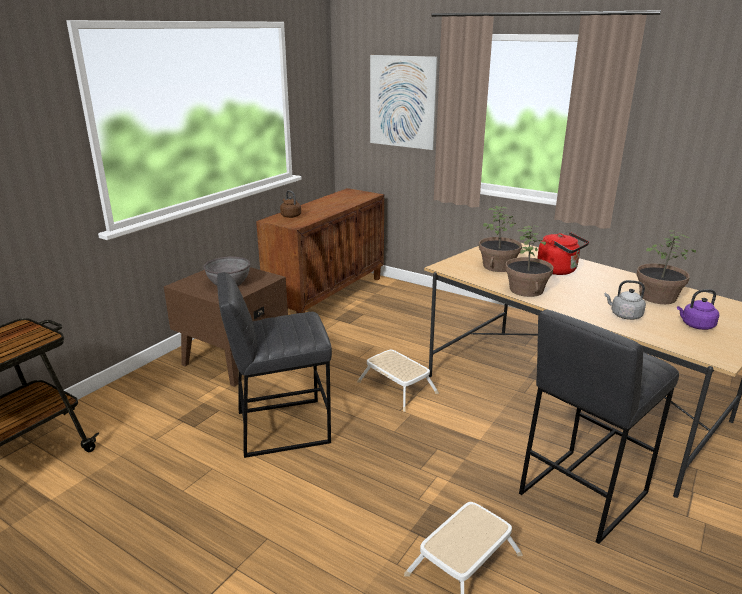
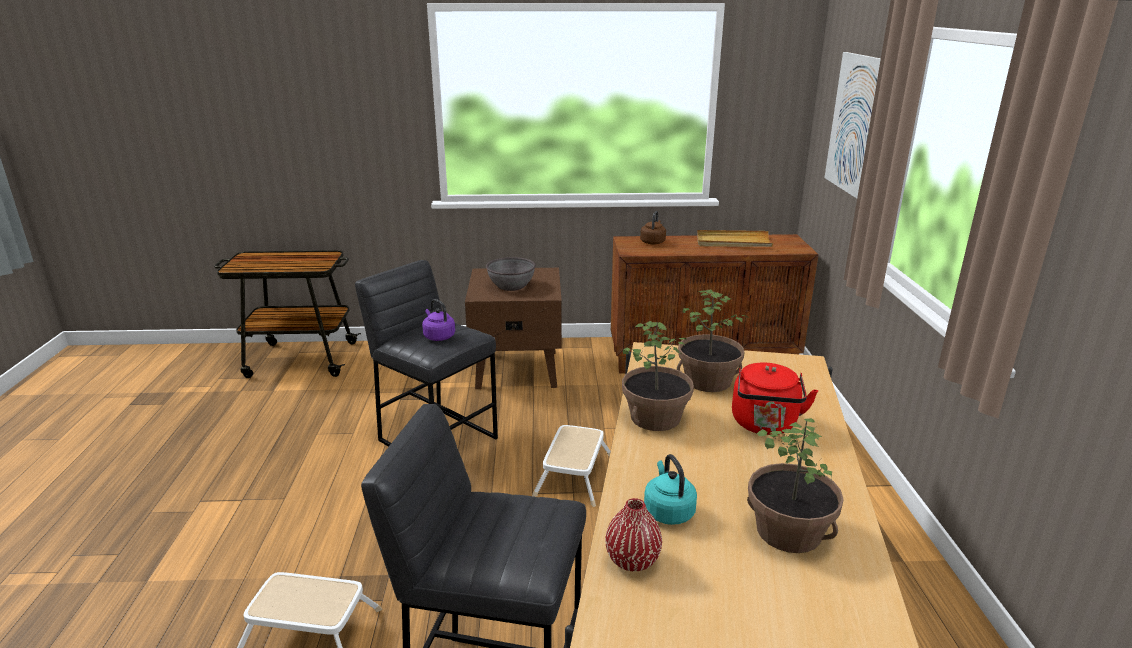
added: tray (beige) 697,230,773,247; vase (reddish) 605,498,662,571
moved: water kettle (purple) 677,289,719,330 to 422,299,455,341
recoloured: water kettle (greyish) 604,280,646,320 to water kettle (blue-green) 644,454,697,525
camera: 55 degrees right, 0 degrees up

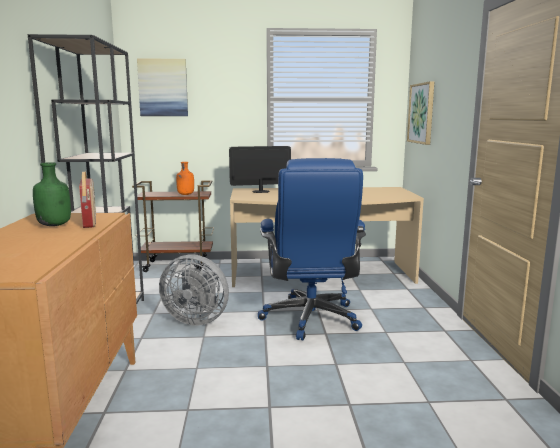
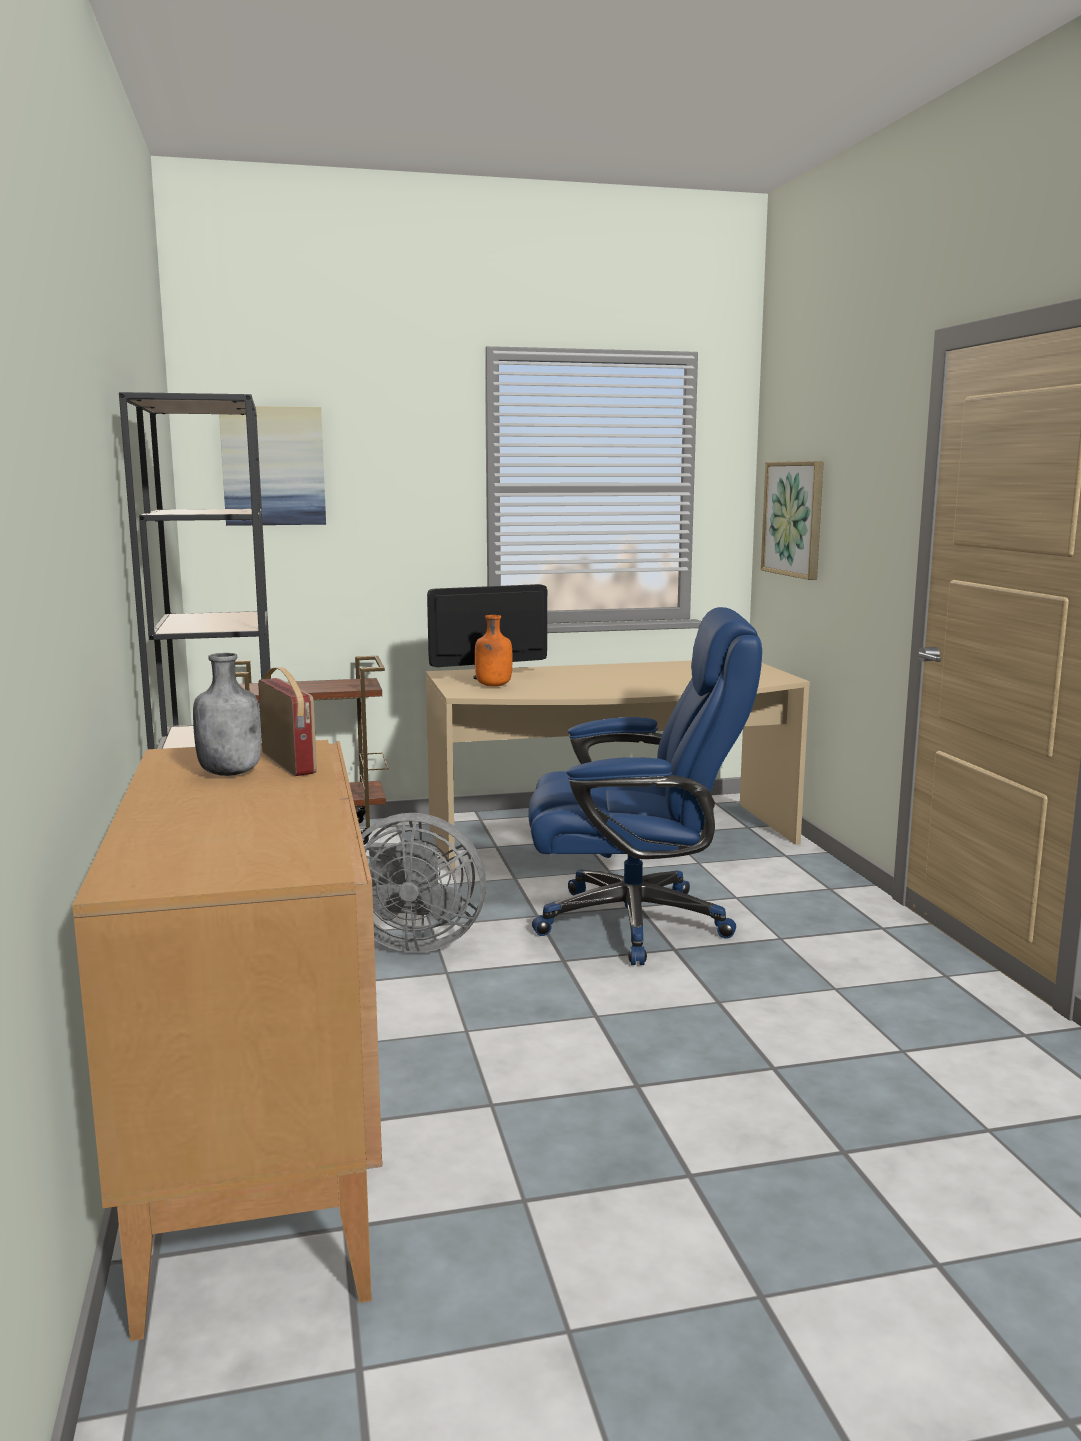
moved: drink bottle (orange-coloured) 176,162,194,195 to 475,615,513,687
recoloured: drink bottle (green) 33,162,71,226 to drink bottle (greyish) 193,653,261,776
turned: office chair (bluish) 258,158,366,340 = 528,607,762,965 75 degrees counterclockwise
camera: 10 degrees left, 0 degrees up

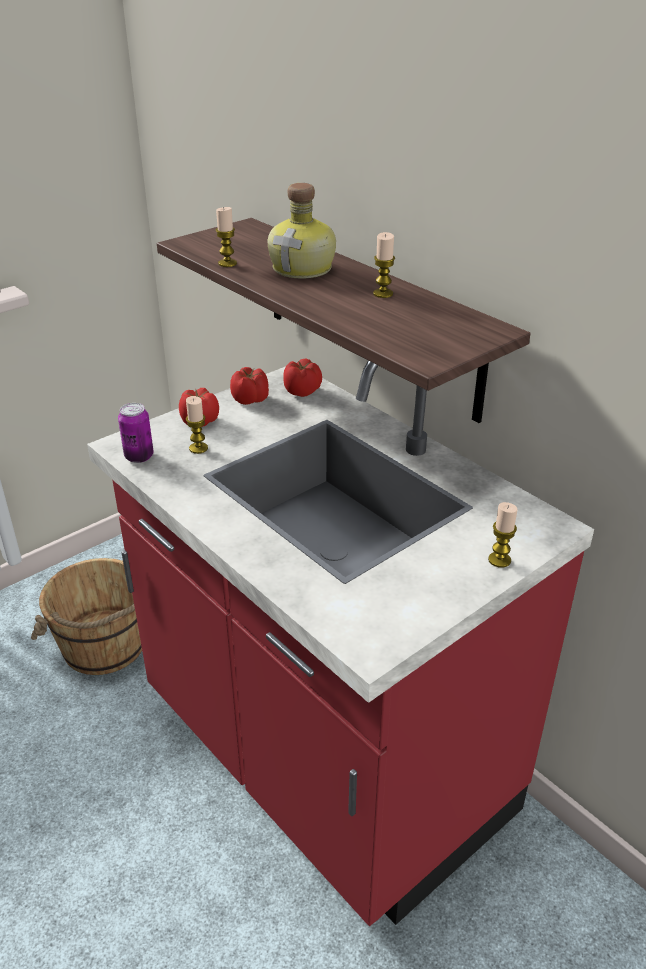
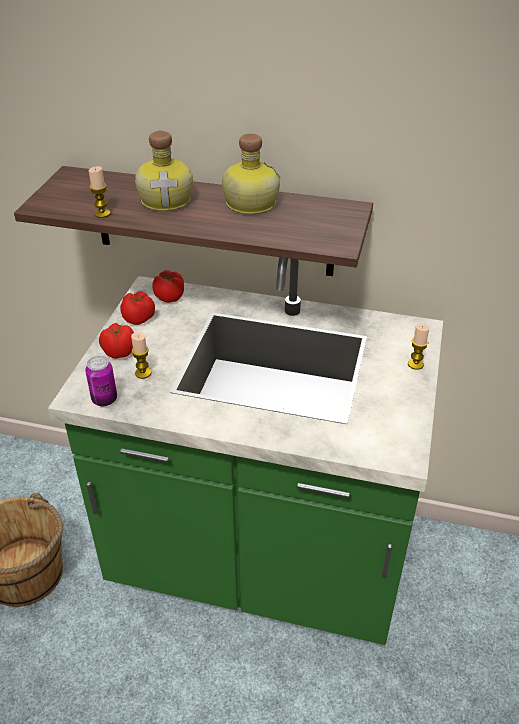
replaced: candle 373,232,395,298 to drink bottle 222,134,281,215
recoloured: kitchen base unit (reddish) 87,361,594,926 to kitchen base unit (green) 48,257,443,645
camera: 35 degrees left, 5 degrees up

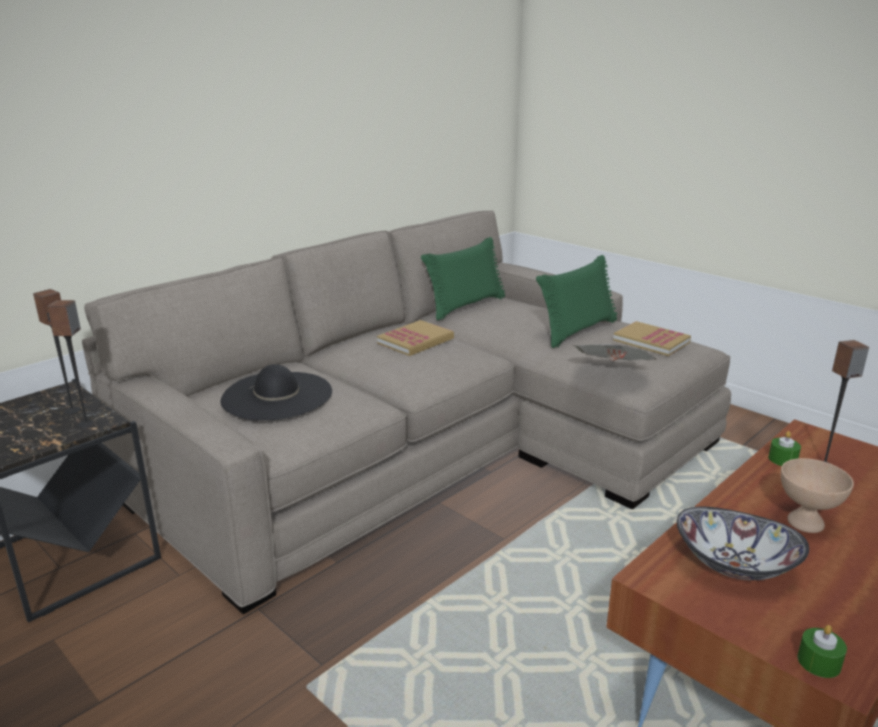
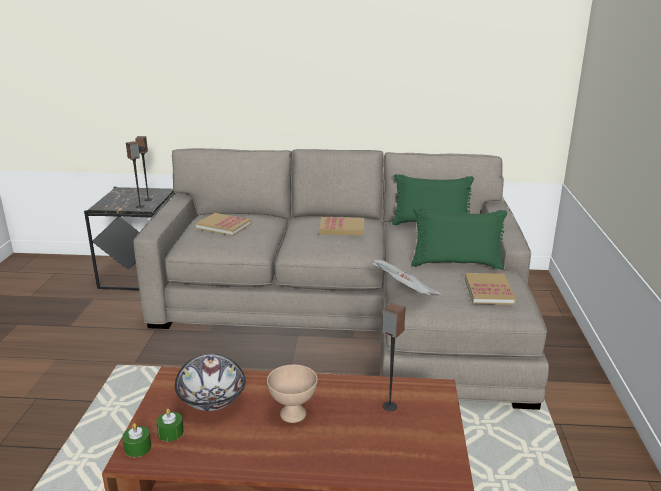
moved: candle (green) 768,431,801,466 to 156,408,184,441
replaced: hat (black-coloured) 221,364,332,421 to book 196,213,251,236
camera: 50 degrees right, 0 degrees up

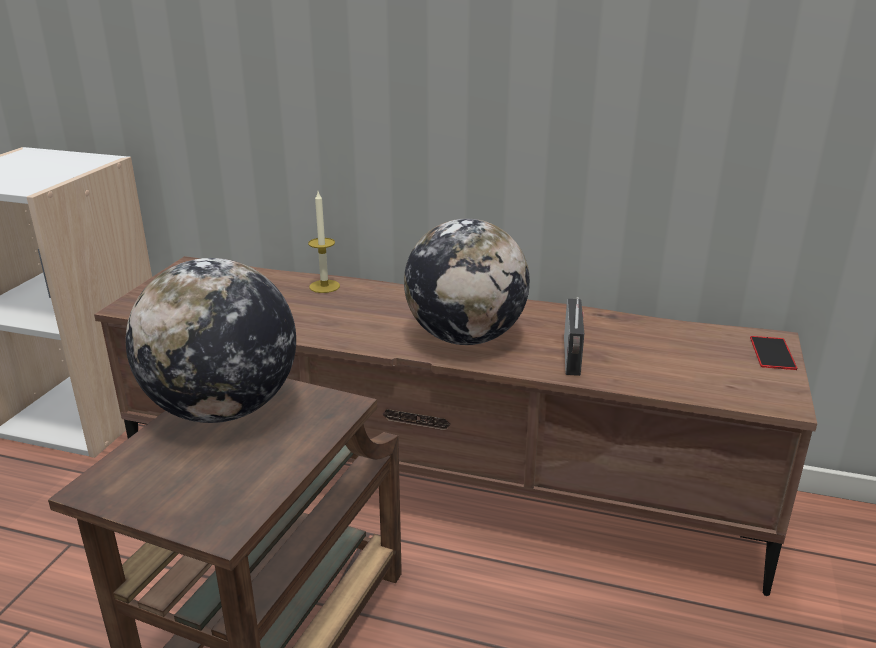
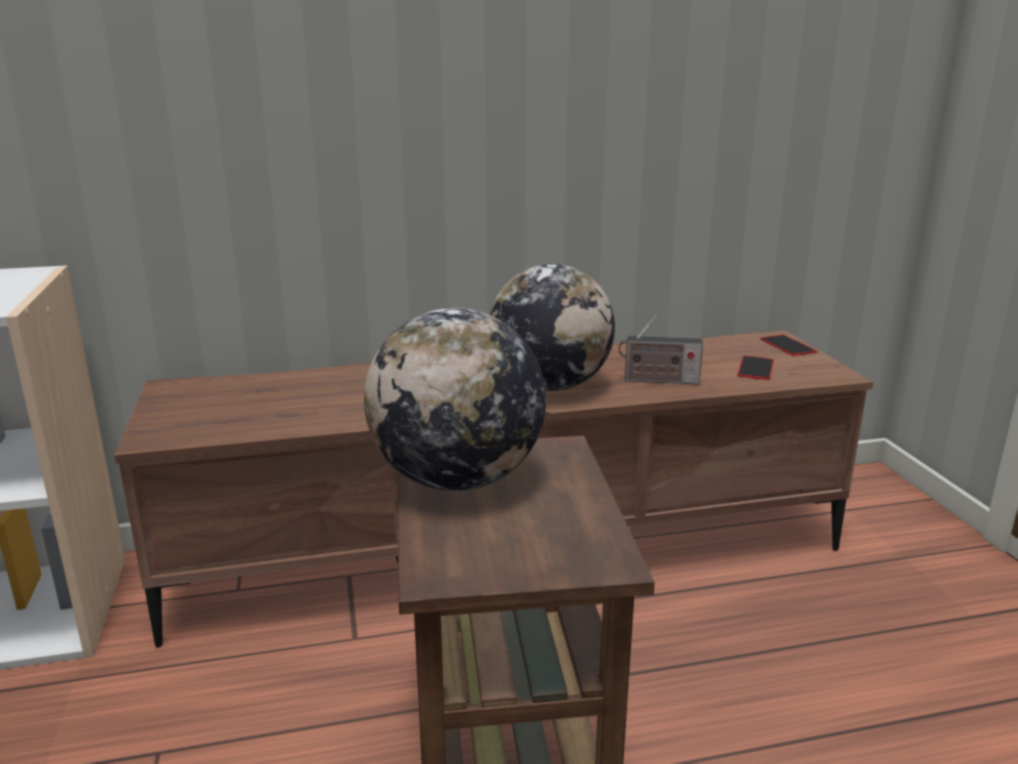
removed: candle 308,192,340,293
added: telephone 737,355,774,380
turned: radio receiver 564,297,584,376 = 619,316,703,384 120 degrees clockwise
camera: 30 degrees left, 5 degrees down

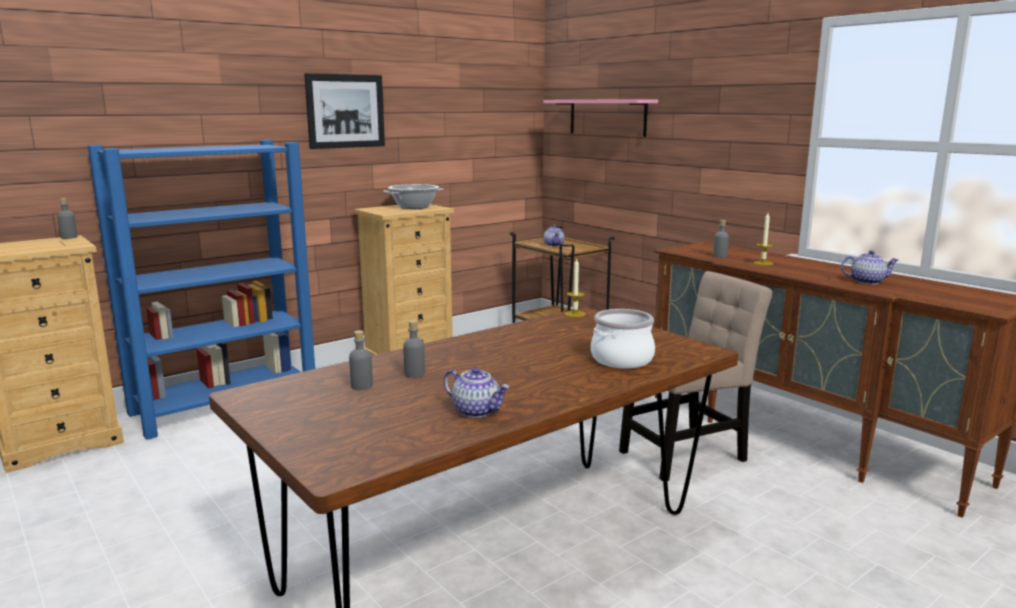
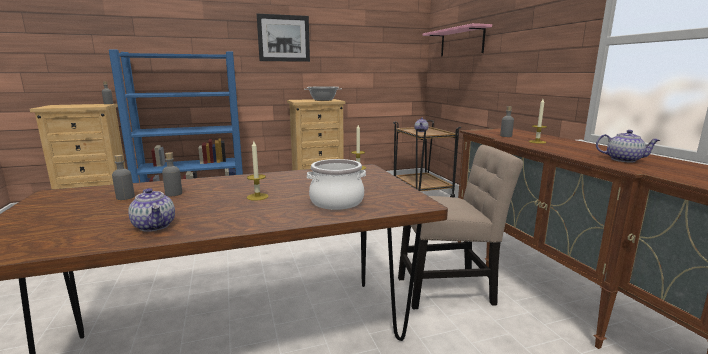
added: candle 247,141,269,201
camera: 20 degrees right, 0 degrees up

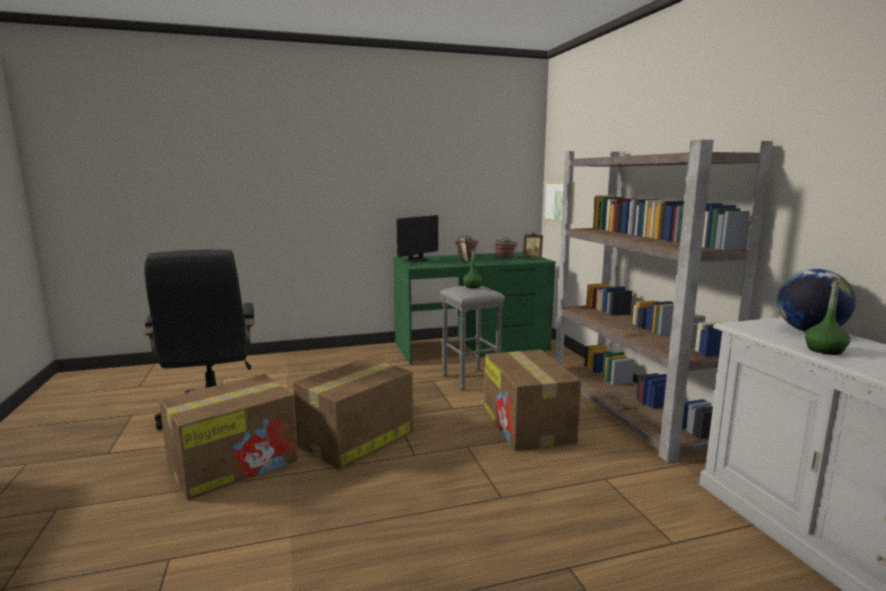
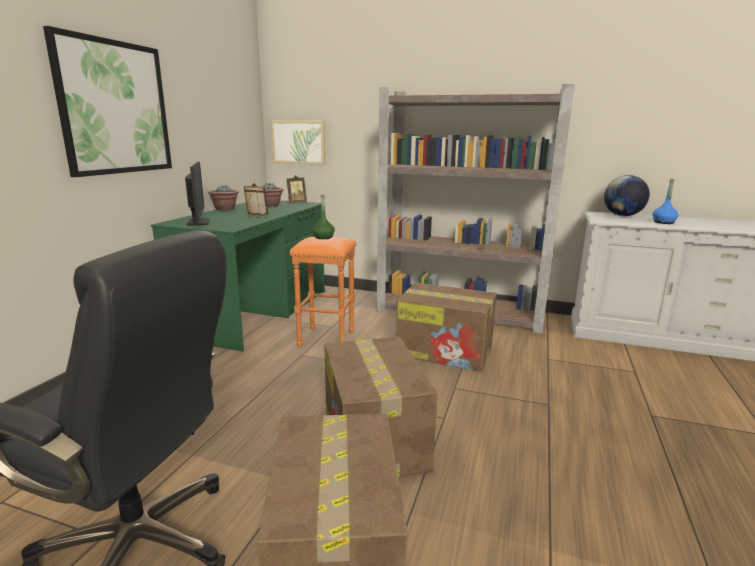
added: wall picture 43,26,172,177
recoloured: drink bottle (green) 805,281,850,355 to drink bottle (bluish) 653,179,679,224; stool seat (greyish) 440,286,505,390 to stool seat (orange-coloured) 290,237,356,347
camera: 55 degrees left, 5 degrees up

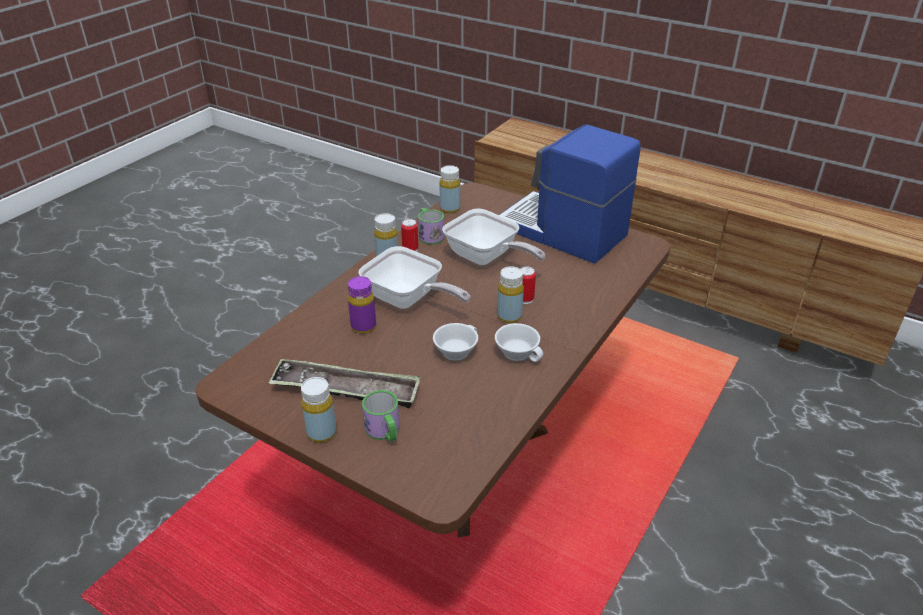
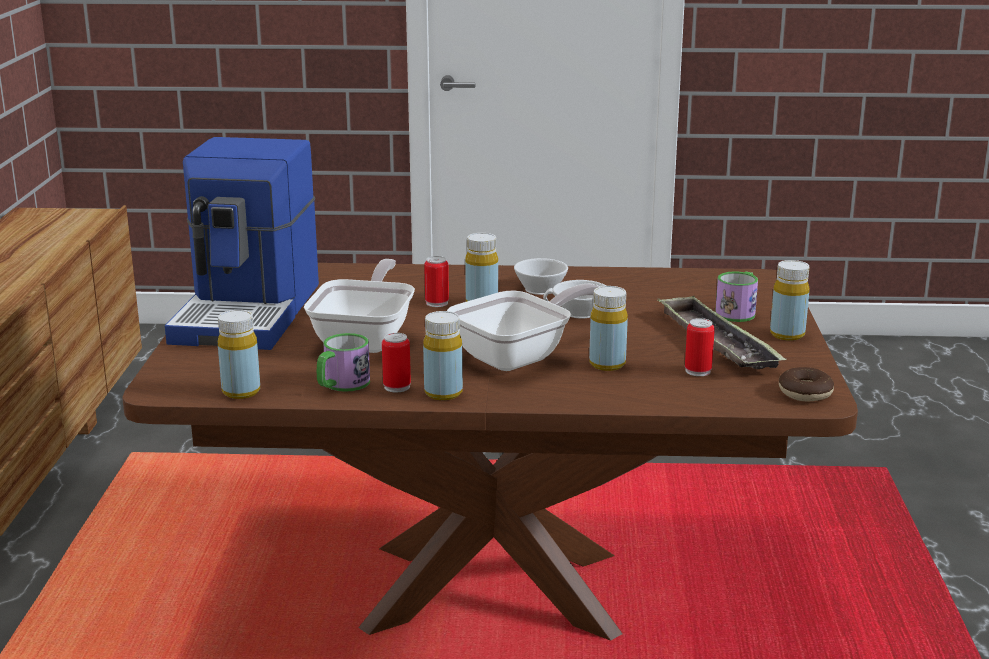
added: can 685,318,715,376; ring doughnut 779,367,834,402
recoloured: drink bottle (purple) 348,276,376,334 to drink bottle (yellow) 589,286,628,371
turned: frying pan 358,246,470,309 = 447,283,600,371 45 degrees clockwise
camera: 120 degrees left, 15 degrees down

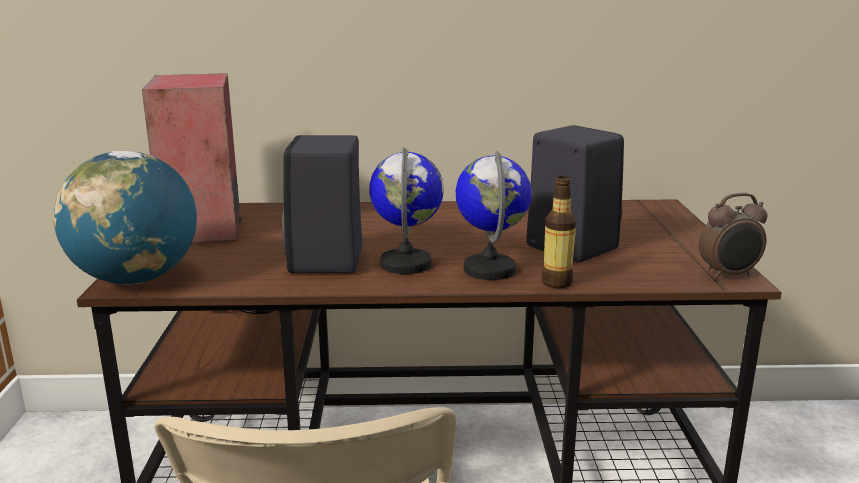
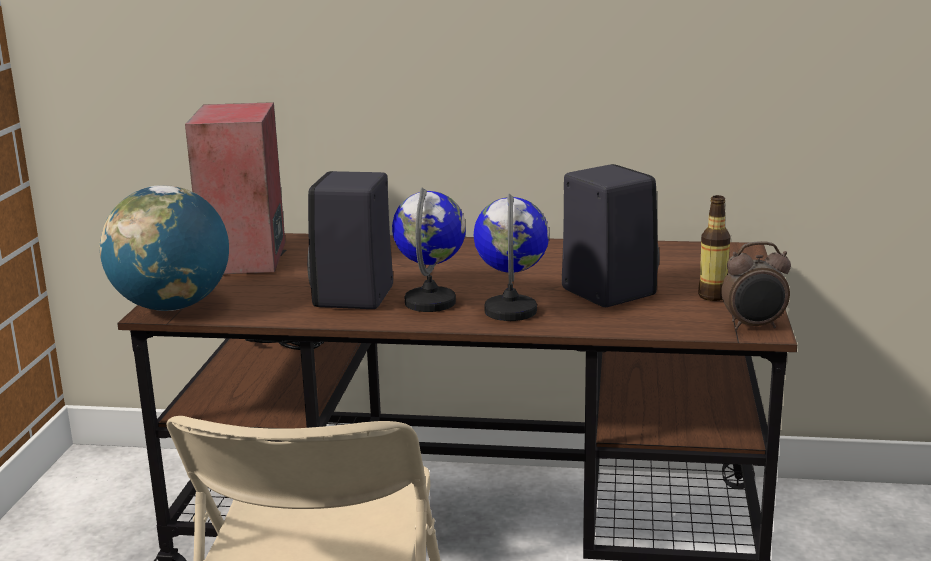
moved: drink bottle 542,176,576,288 to 698,195,731,301
camera: 10 degrees right, 0 degrees up

